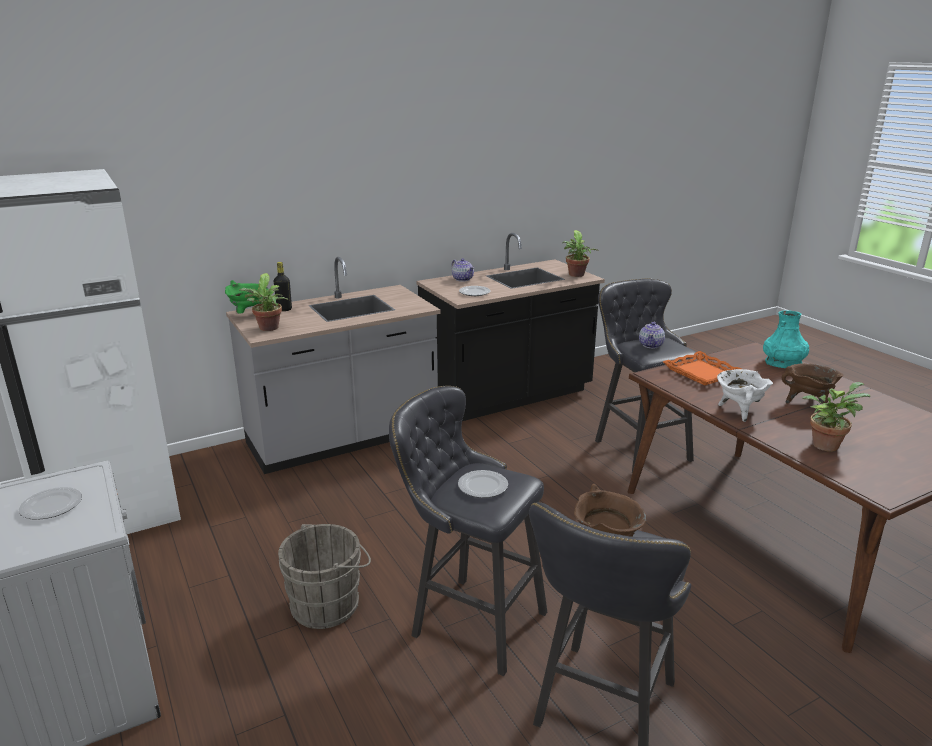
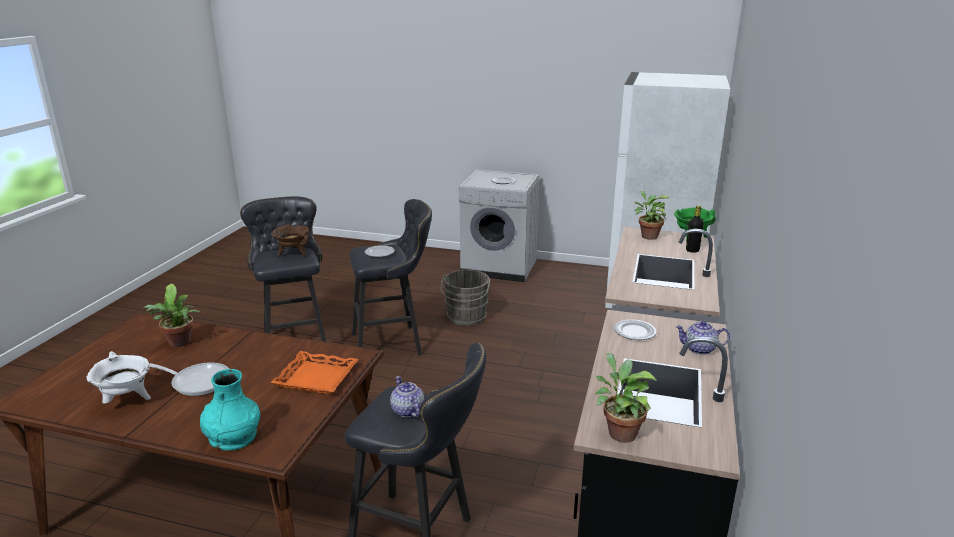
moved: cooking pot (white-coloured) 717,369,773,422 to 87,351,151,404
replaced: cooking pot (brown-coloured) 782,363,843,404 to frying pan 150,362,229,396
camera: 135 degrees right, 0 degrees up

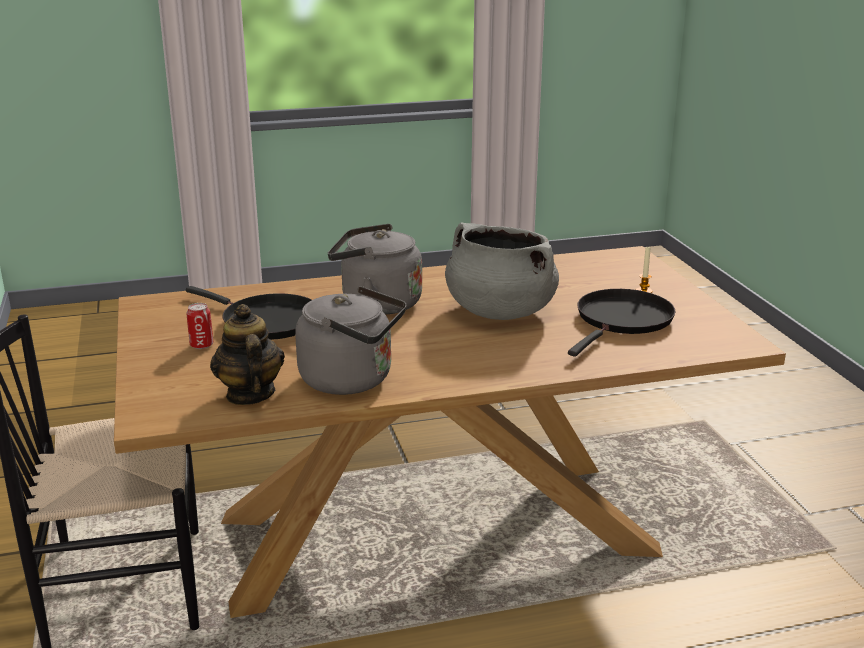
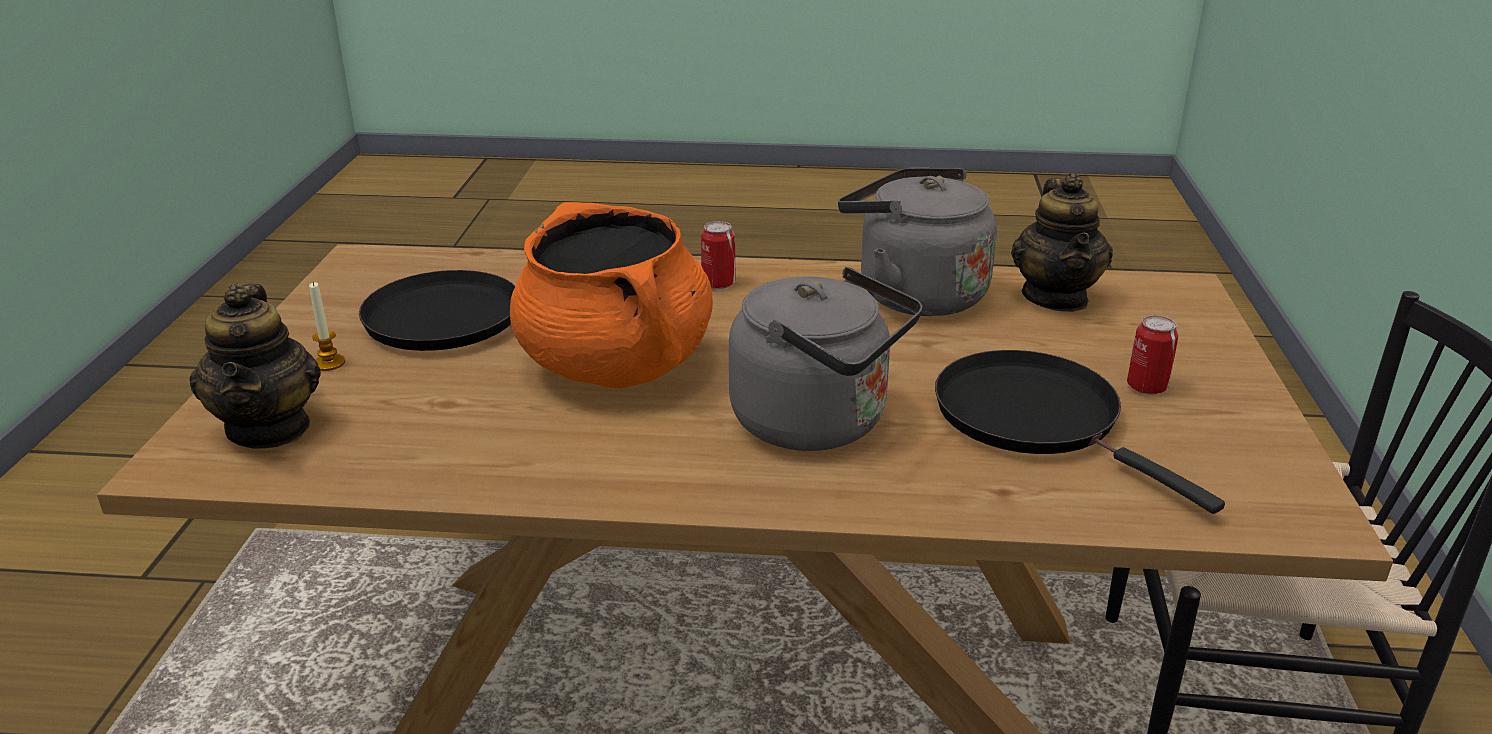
added: can 701,221,735,289; tea pot 189,283,321,449
recoloured: cooking pot (greyish) 445,223,559,320 to cooking pot (orange-coloured) 510,202,713,388
camera: 160 degrees left, 5 degrees up

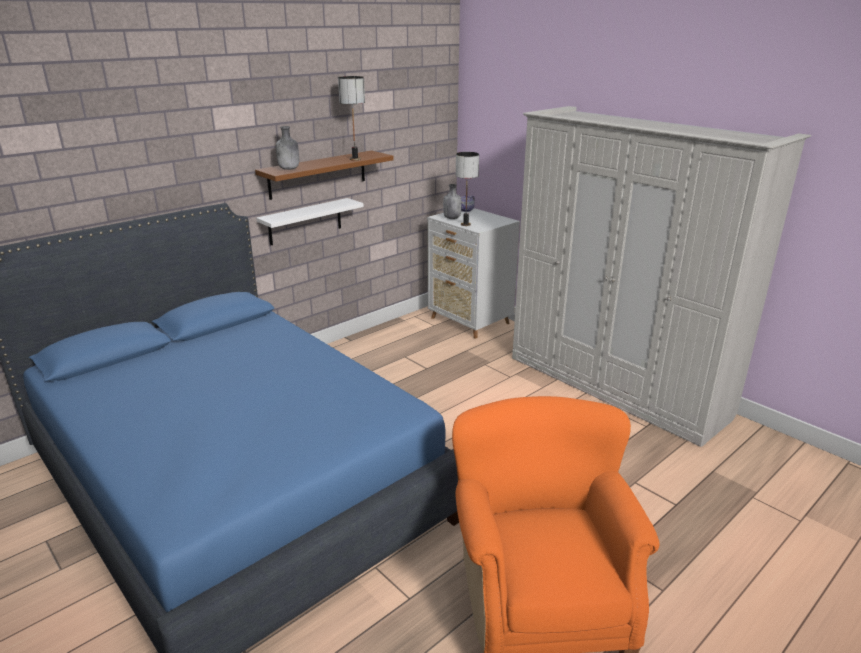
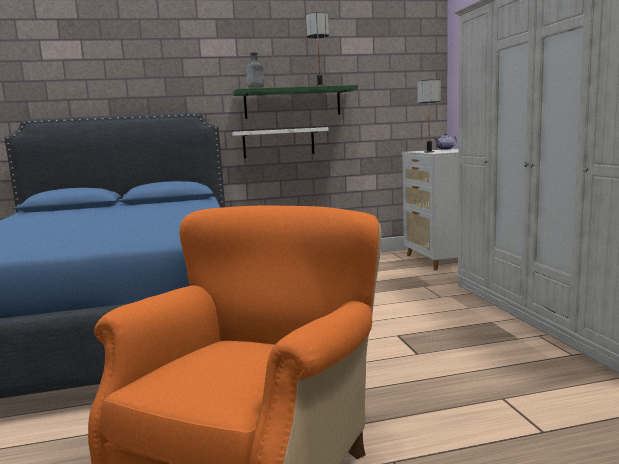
removed: drink bottle (greyish) 443,184,462,219
recoloured: shelf (brown-coloured) 255,150,394,200 to shelf (green) 233,85,358,119
camera: 30 degrees right, 15 degrees down

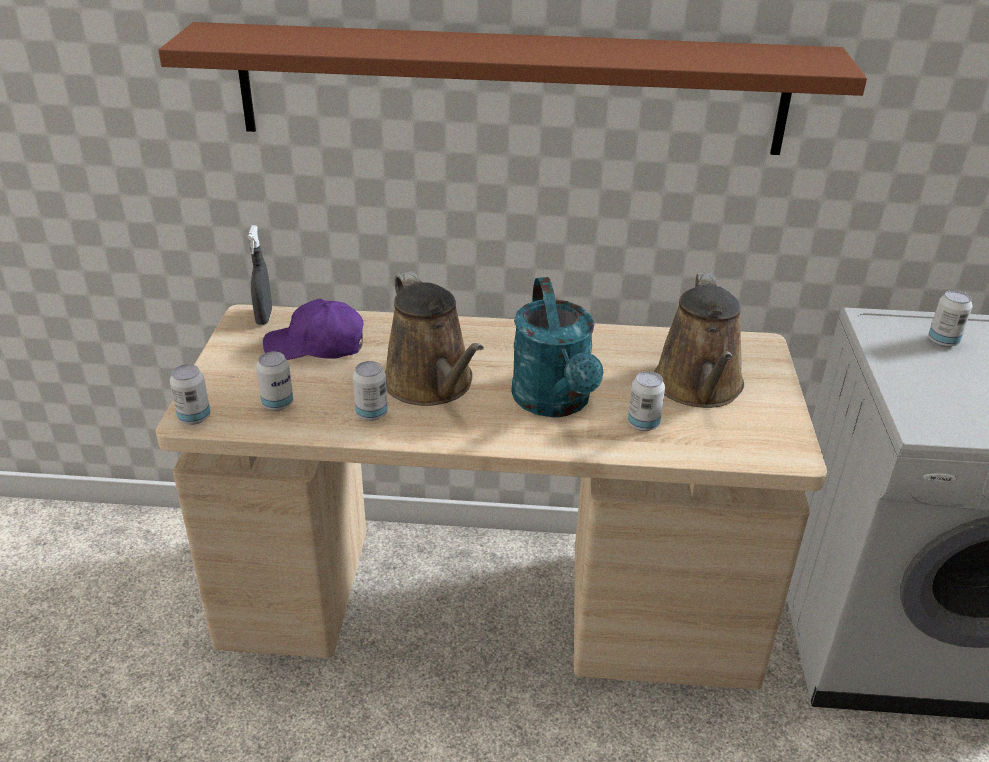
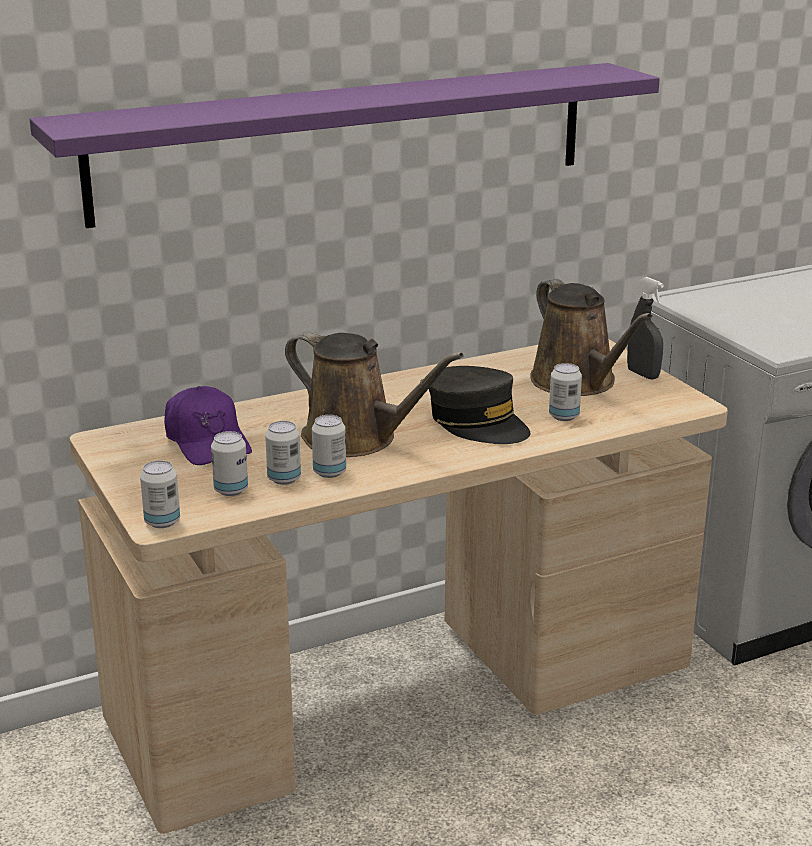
moved: hand sprayer (greyish) 247,225,272,325 to 627,277,664,380; can 928,290,973,347 to 265,421,301,485
replaced: watering can (blue-green) 511,277,603,417 to peaked cap (greyish) 429,366,531,444
recoloured: shelf (brown-coloured) 158,22,867,155 to shelf (purple) 30,63,660,228
turned: peaked cap (purple) 263,299,363,360 = 164,386,252,465 90 degrees counterclockwise
camera: 30 degrees left, 10 degrees down

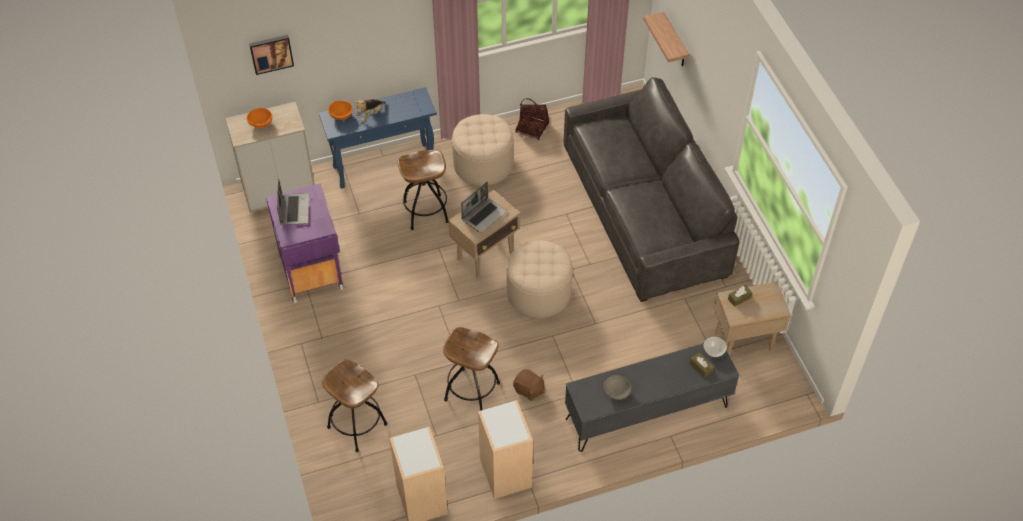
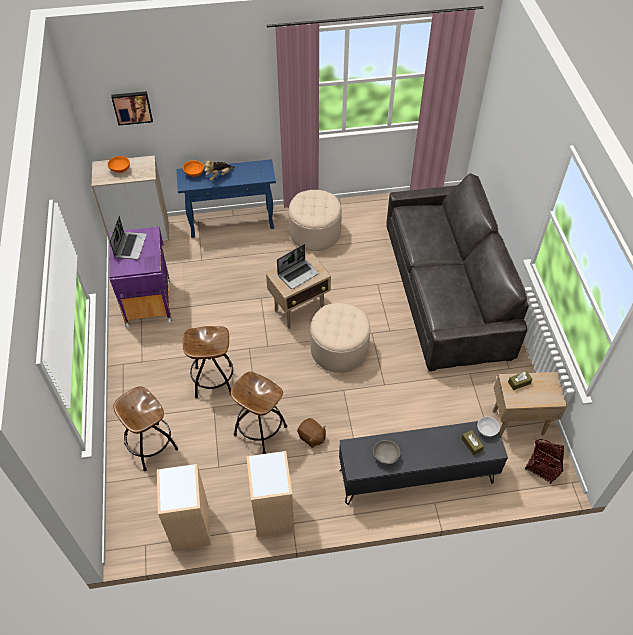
removed: shelf 643,12,689,67
moved: storage basket 515,98,549,140 to 525,439,564,483; stool seat (brown-coloured) 398,150,449,230 to 183,326,233,398
camera: 10 degrees right, 0 degrees up

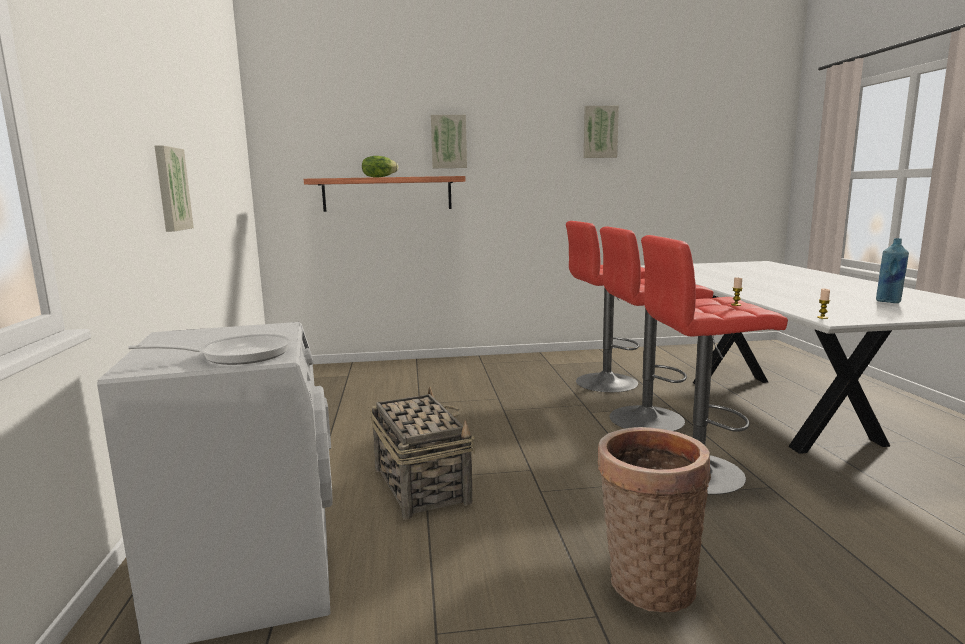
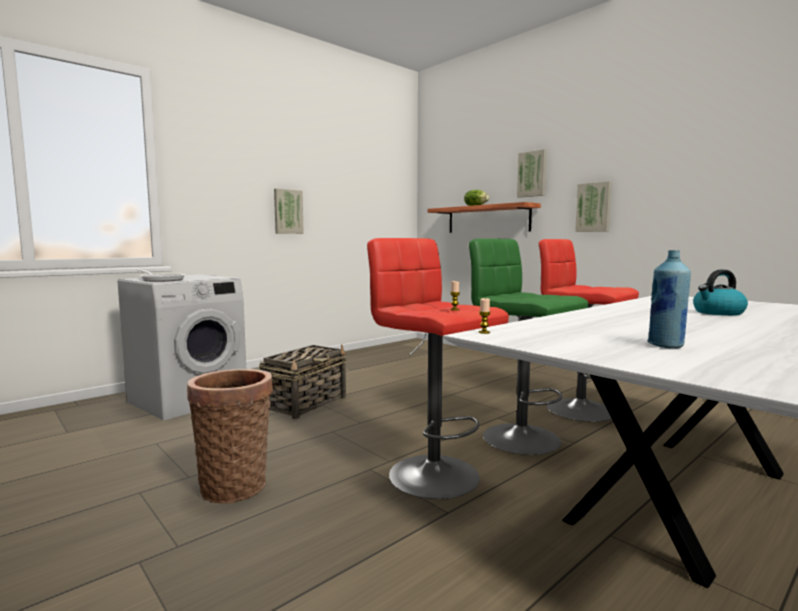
added: water kettle 693,269,748,316
moved: wall picture 584,106,619,158 to 575,181,611,232
recoloured: stool seat (reddish) 600,226,713,431 to stool seat (green) 469,238,588,455
camera: 55 degrees right, 5 degrees down

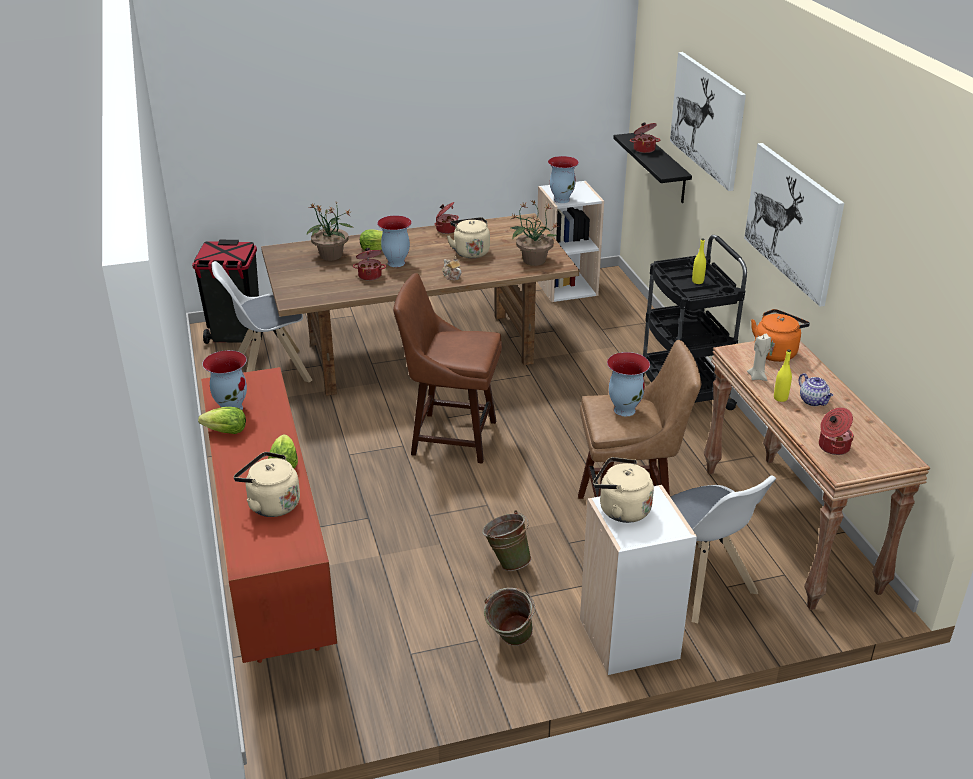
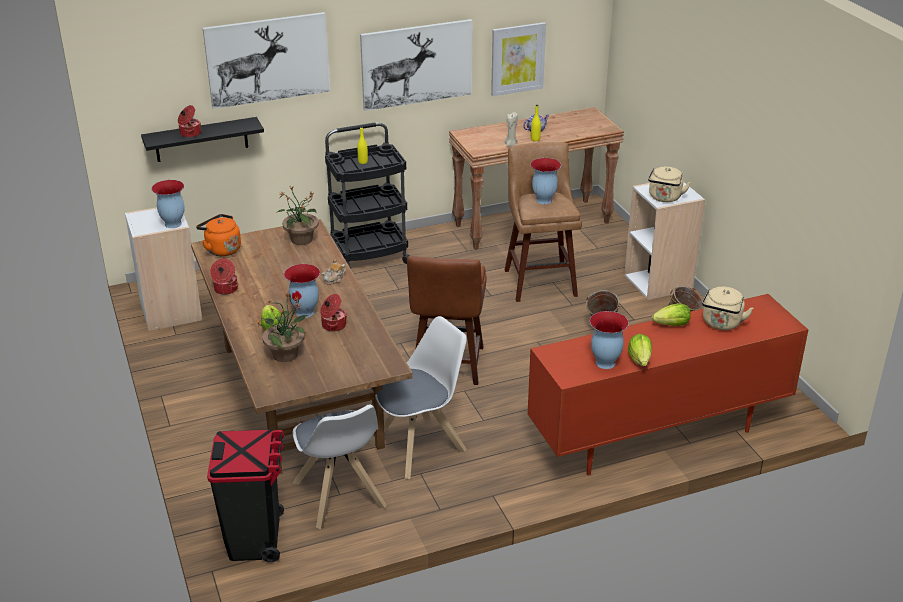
removed: water kettle (beige) 447,217,490,258; cooking pot 819,408,854,455
added: wall picture 491,22,546,96
moved: water kettle (orange-coloured) 751,309,810,362 to 196,214,241,256; chair 671,475,776,623 to 369,316,467,479
camera: 95 degrees left, 0 degrees up

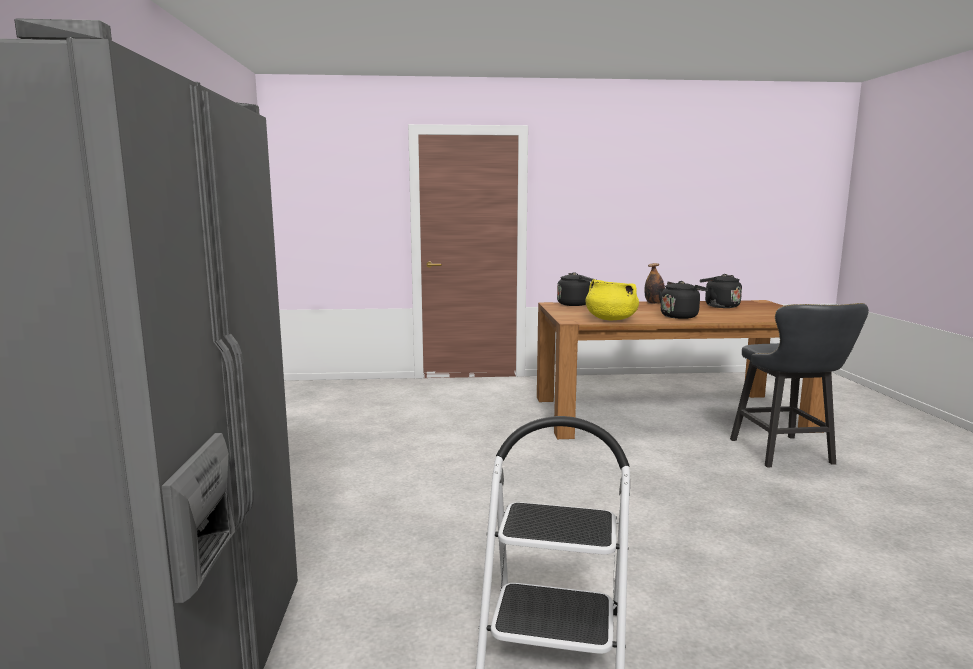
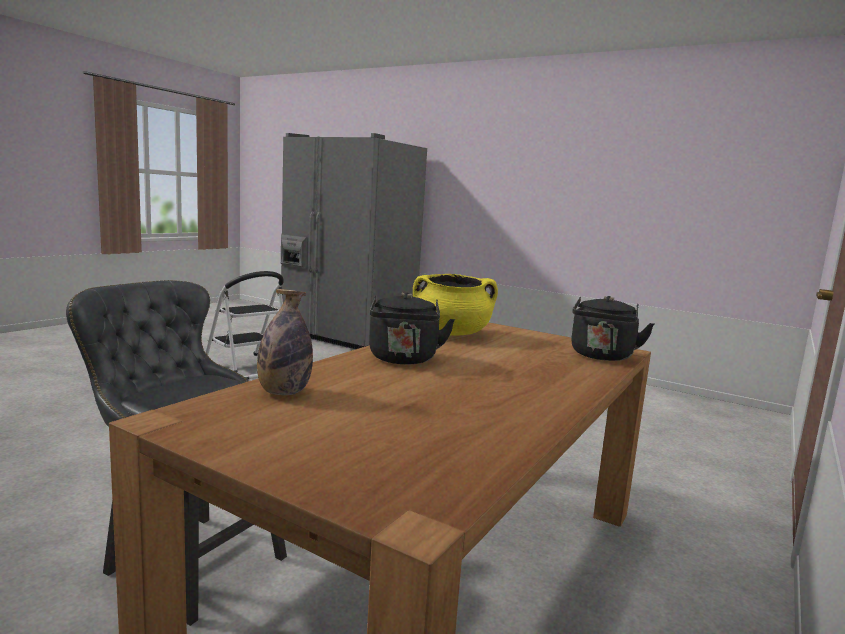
removed: water kettle (black-coloured) 700,274,742,308
moved: drink bottle 644,263,665,304 to 257,289,313,395
camera: 125 degrees right, 0 degrees up

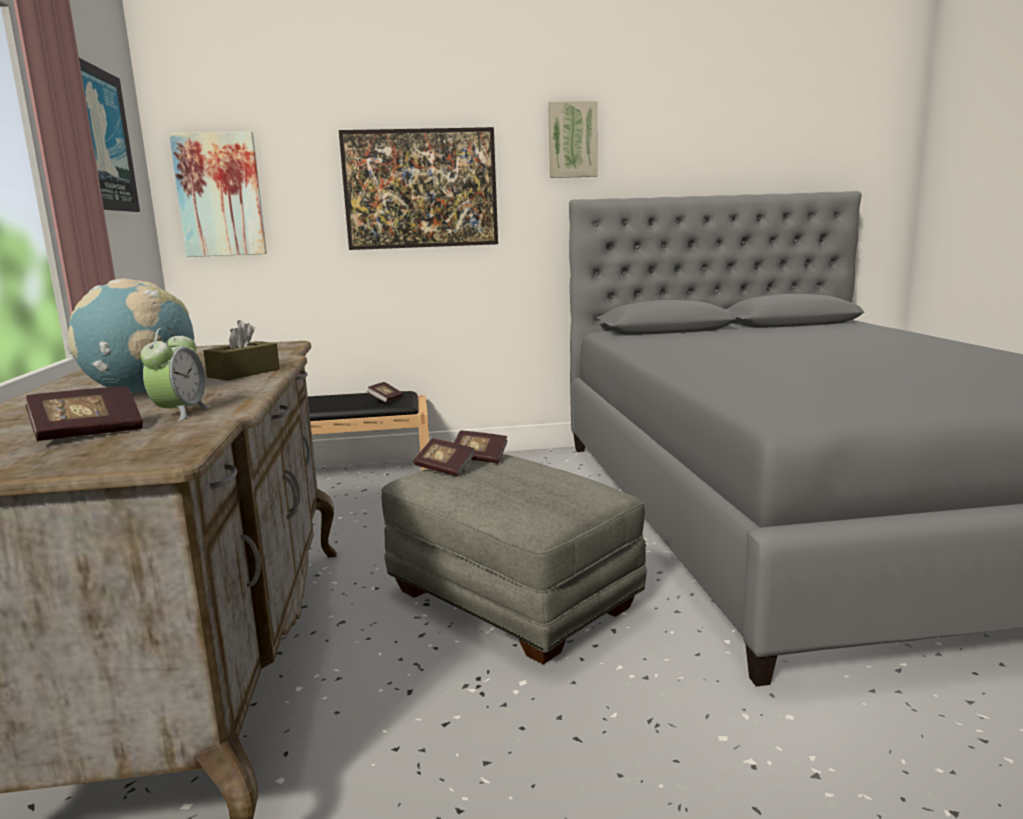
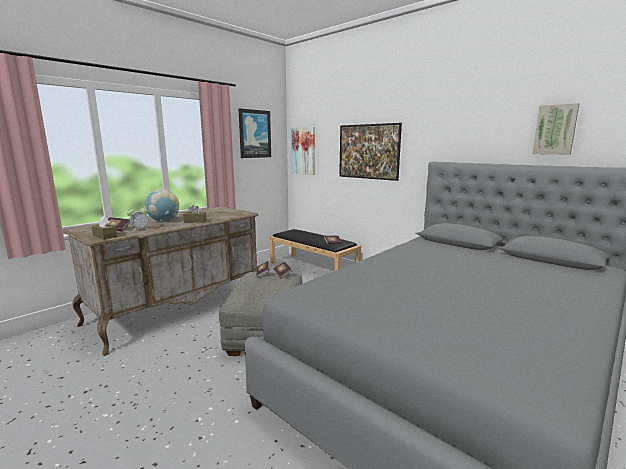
added: tissue holder (brown-coloured) 92,216,117,239
moved: wall picture 548,101,598,178 to 533,103,579,155
camera: 50 degrees right, 0 degrees up

